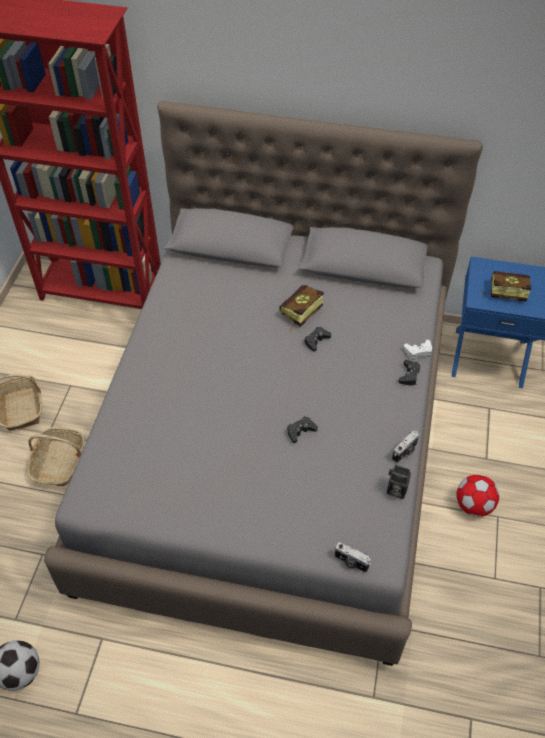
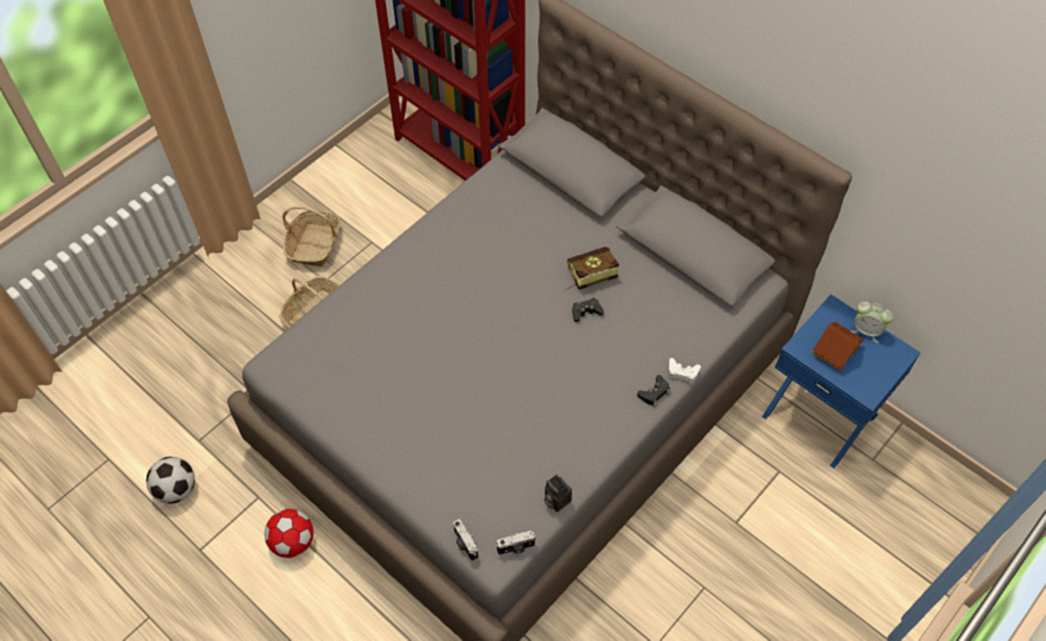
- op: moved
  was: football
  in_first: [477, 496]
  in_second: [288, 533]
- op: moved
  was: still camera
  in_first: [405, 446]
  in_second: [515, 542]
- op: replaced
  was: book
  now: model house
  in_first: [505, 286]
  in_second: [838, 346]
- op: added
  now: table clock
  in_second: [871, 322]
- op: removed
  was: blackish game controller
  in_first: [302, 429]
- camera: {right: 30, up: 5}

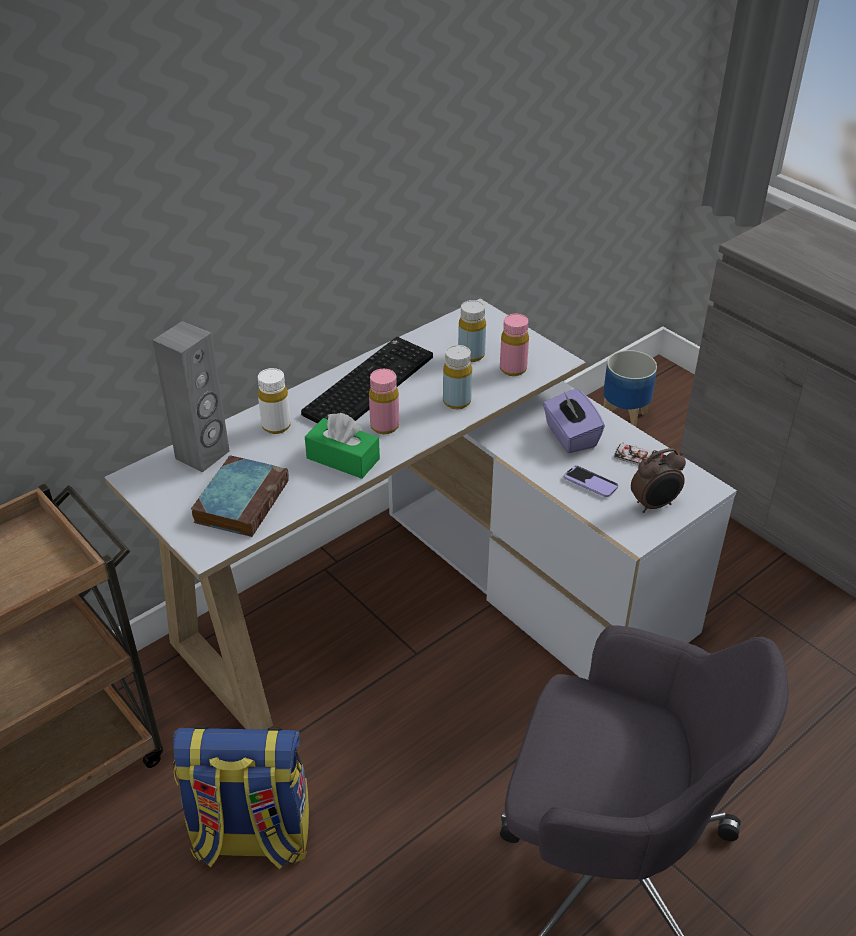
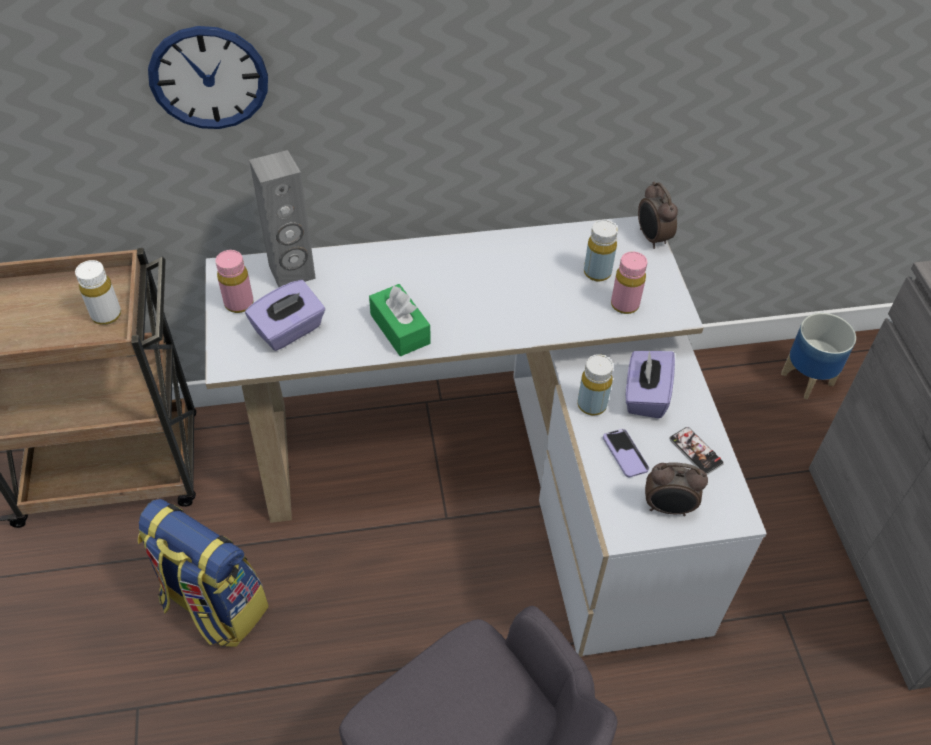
- op: moved
  was: white drink bottle
  in_first: [274, 401]
  in_second: [98, 292]
- op: added
  now: clock on the wall
  in_second: [208, 77]
- op: moved
  was: pinkish drink bottle
  in_first: [384, 401]
  in_second: [235, 281]
- op: replaced
  was: book
  now: purplish box of tissues
  in_first: [240, 496]
  in_second: [285, 315]
- op: moved
  was: yellowish drink bottle
  in_first: [457, 377]
  in_second: [595, 385]
- op: added
  now: table clock
  in_second: [658, 215]
- op: removed
  was: computer keyboard
  in_first: [367, 380]
- camera: {right: 30, up: 10}

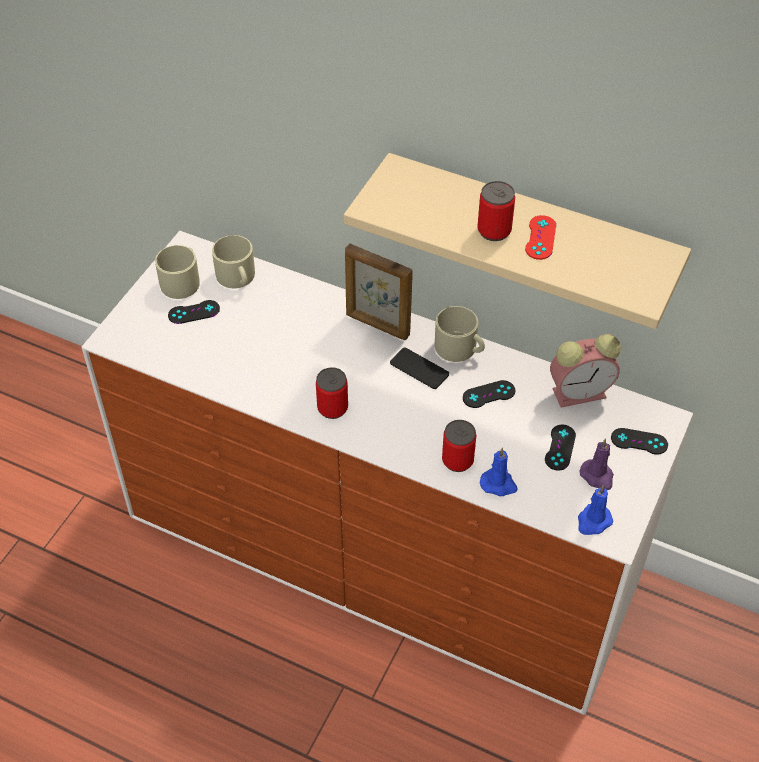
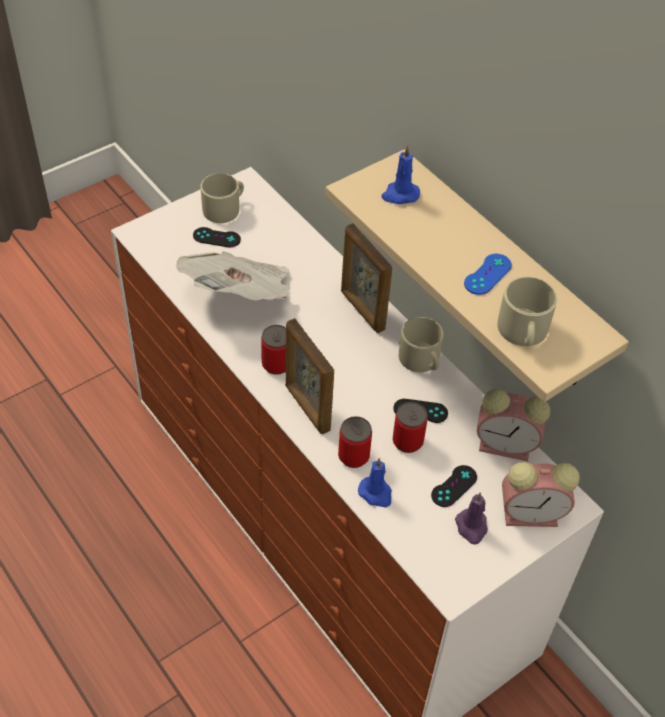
- op: added
  now: newspaper
  in_second: [233, 275]
- op: added
  now: photo frame
  in_second: [309, 376]
- op: moved
  was: bluish candle
  in_first: [595, 510]
  in_second: [400, 174]
- op: moved
  was: sealed can
  in_first: [496, 211]
  in_second: [410, 427]
- op: recoloured
  was: red game controller
  now: bluish game controller
  in_first: [540, 237]
  in_second: [488, 274]
- op: moved
  was: sand-coloured coffee mug
  in_first: [233, 261]
  in_second: [527, 311]
- op: replaced
  was: blackish game controller
  now: table clock
  in_first: [639, 441]
  in_second: [541, 494]
- op: removed
  was: telephone
  in_first: [419, 368]
- camera: {right: 25, up: 0}

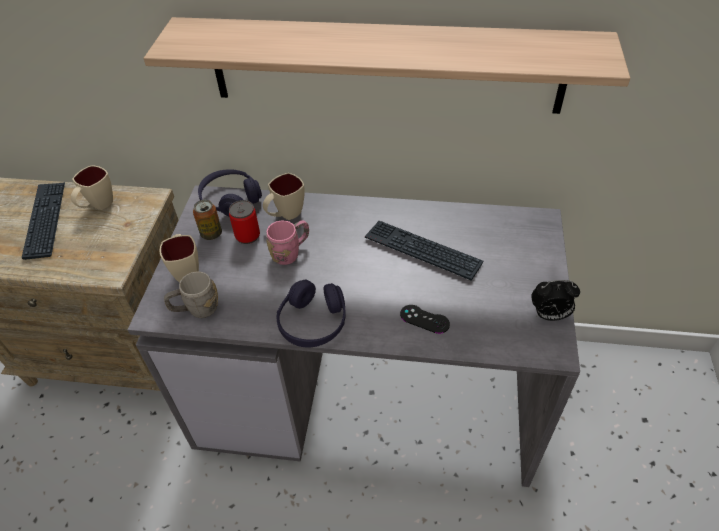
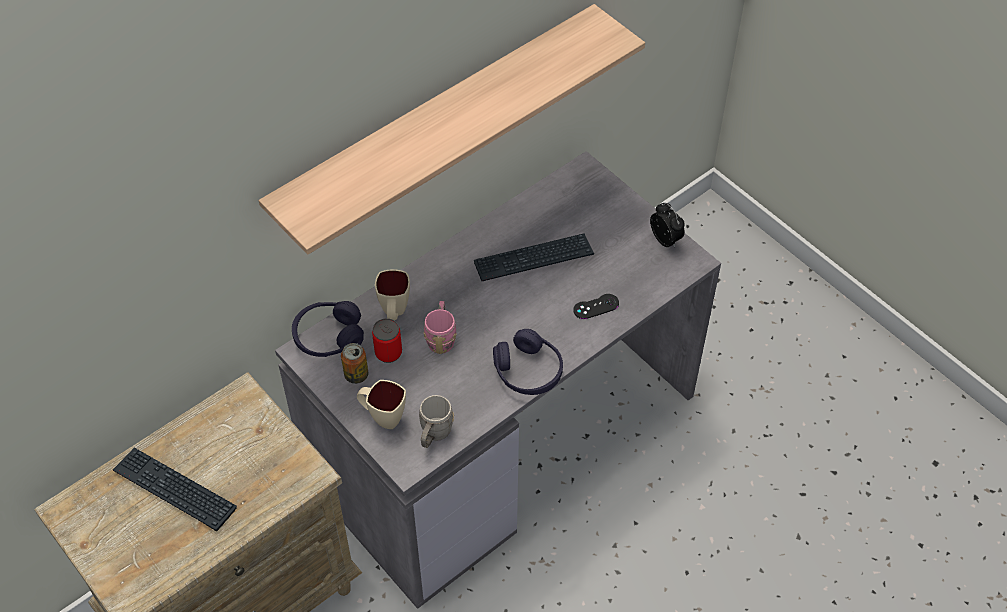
- op: turned
  was: table clock
  in_first: [555, 300]
  in_second: [667, 225]
  clockwise: -75
- op: removed
  was: sand-coloured coffee mug
  in_first: [92, 187]
- camera: {right: -50, up: 5}

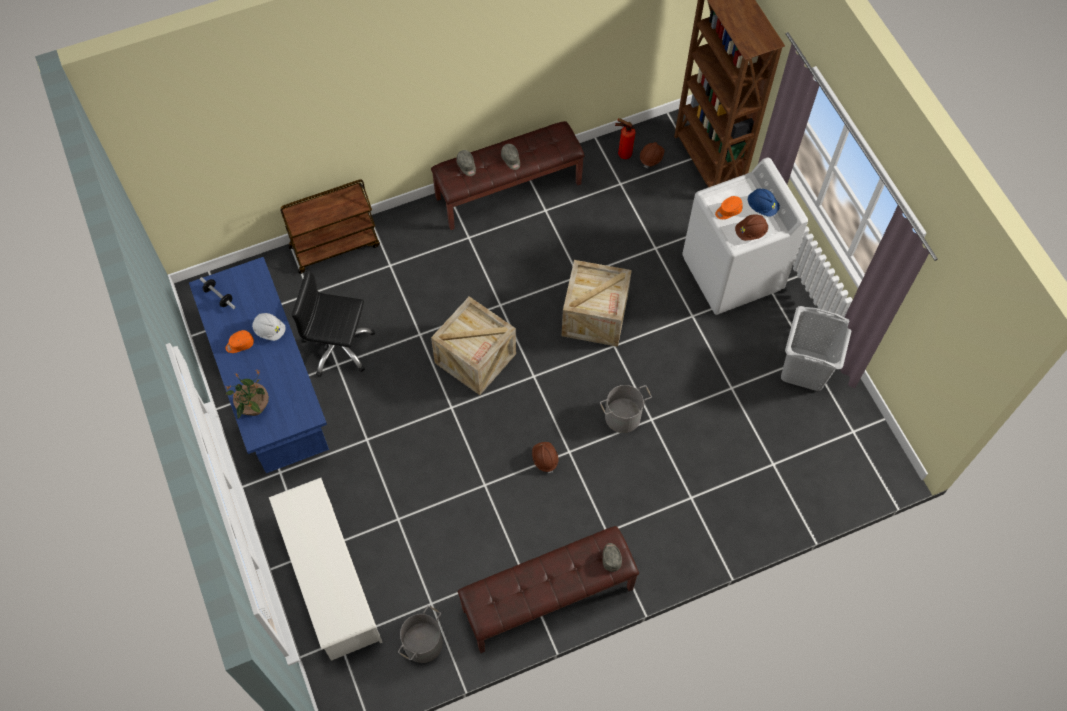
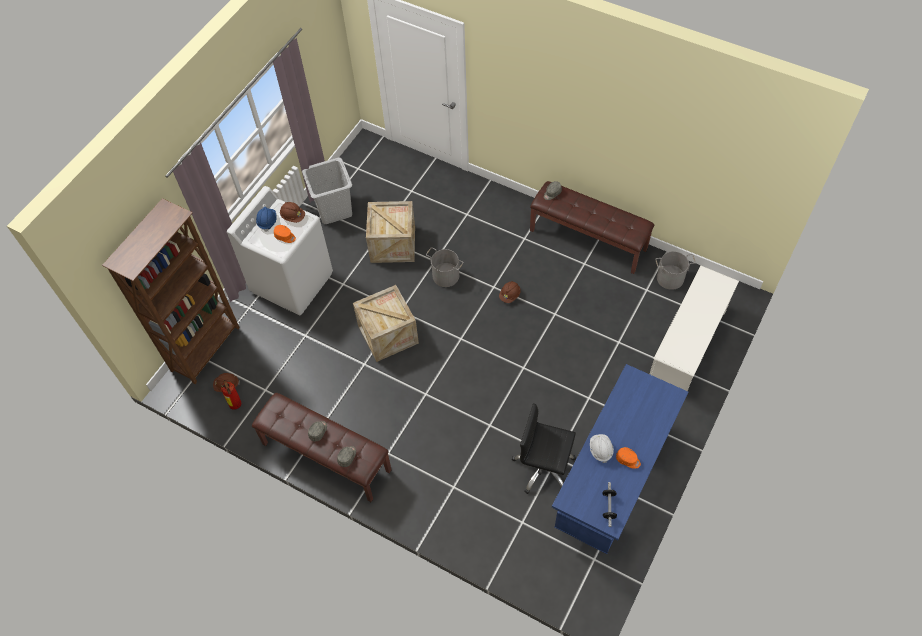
- op: moved
  was: packing crate
  in_first: [473, 345]
  in_second: [390, 232]
- op: turned
  was: blackish desk chair
  in_first: [333, 323]
  in_second: [544, 448]
  clockwise: 135
- op: removed
  was: plant in a pot
  in_first: [247, 394]
- op: removed
  was: brown-coloured cart
  in_first: [330, 226]
- camera: {right: -125, up: -5}

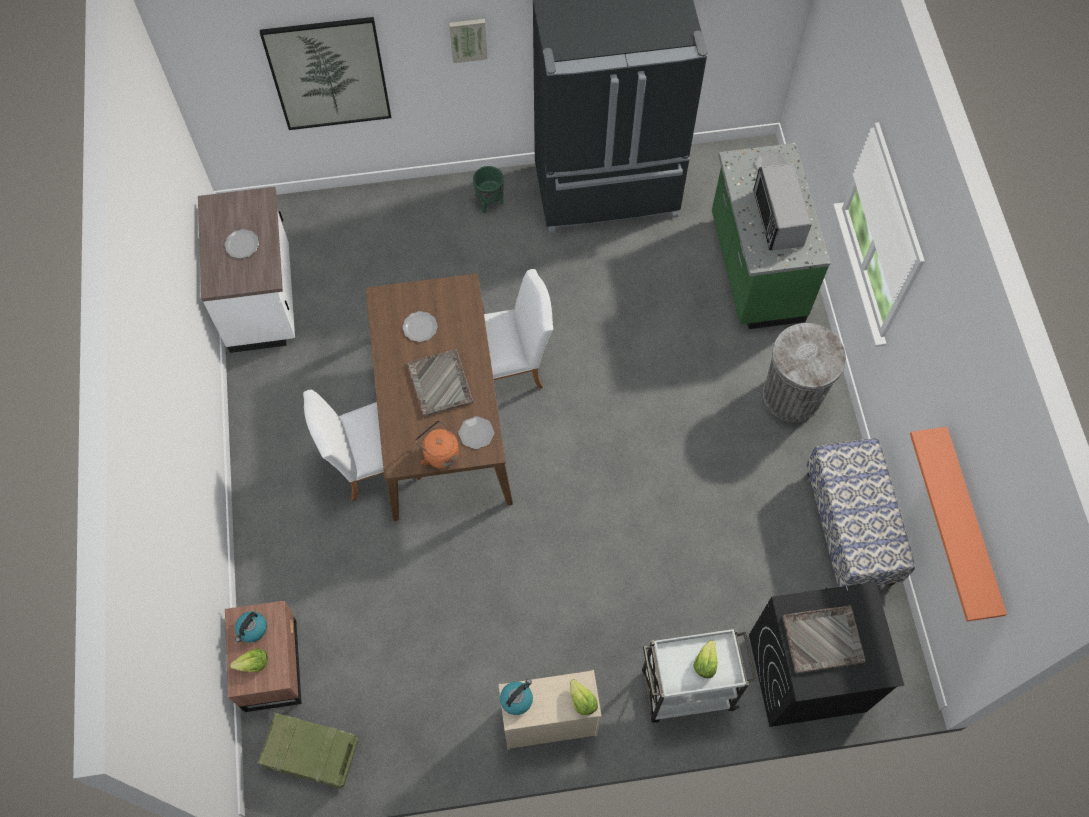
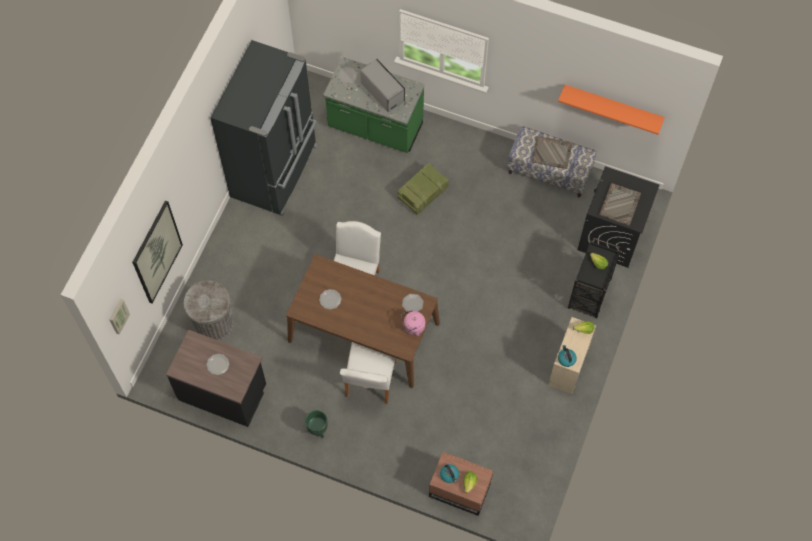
- op: moved
  was: wall picture
  in_first: [468, 41]
  in_second: [119, 317]
- op: recoloured
  was: white kitchen base unit
  now: blackish kitchen base unit
  in_first: [246, 270]
  in_second: [216, 378]
- op: moved
  was: grey waste bin
  in_first: [804, 372]
  in_second: [208, 311]
- op: moved
  was: greenish planter
  in_first: [488, 189]
  in_second: [316, 424]
- op: turned
  was: microwave
  in_first: [782, 206]
  in_second: [382, 85]
  clockwise: -150
- op: moved
  was: packing crate
  in_first: [307, 751]
  in_second: [423, 189]
- op: recoloured
  was: orange kettle
  now: pinkish kettle
  in_first: [437, 444]
  in_second: [413, 323]
- op: moved
  was: grey serving tray
  in_first: [440, 383]
  in_second: [552, 152]
- op: recoloured
  was: white cart
  now: blackish cart
  in_first: [699, 675]
  in_second: [594, 278]
- camera: {right: -60, up: 0}

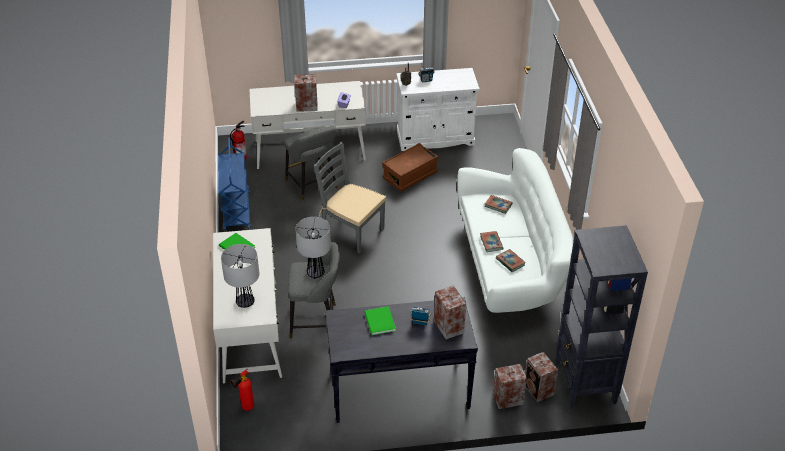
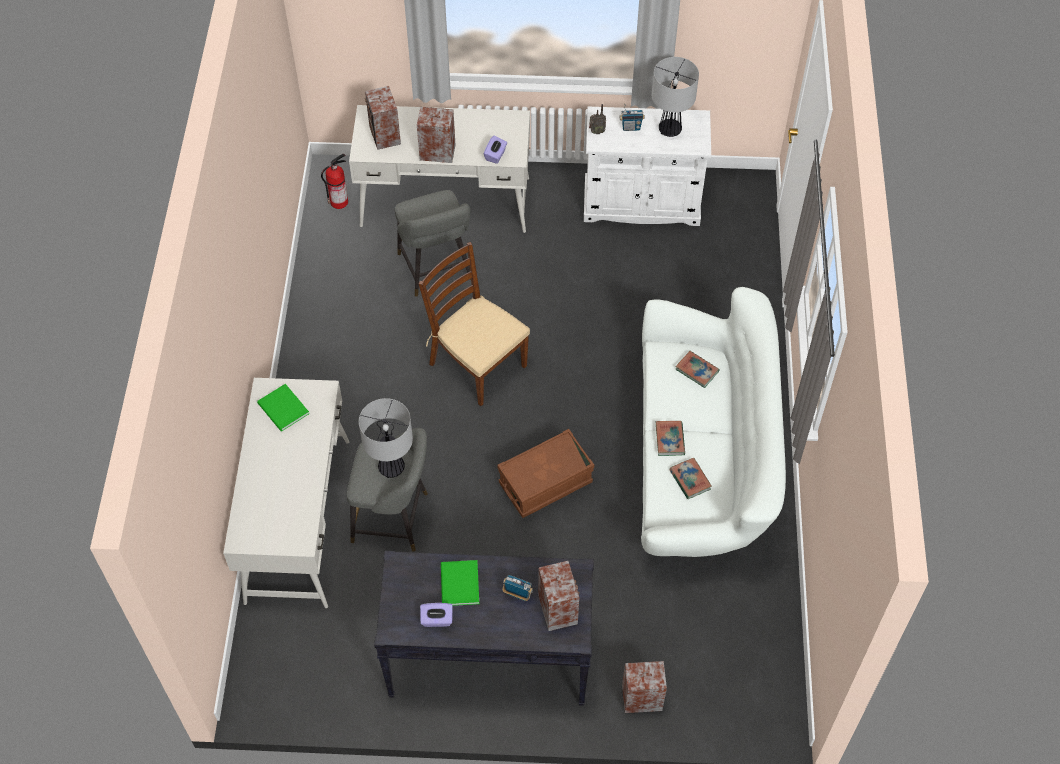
- op: moved
  was: audio speaker
  in_first: [541, 377]
  in_second: [383, 118]
- op: recoloured
  was: grey upright chair
  now: brown-coloured upright chair
  in_first: [350, 198]
  in_second: [474, 324]
- op: added
  now: purplish box of tissues
  in_second: [436, 615]
- op: moved
  was: brown-coloured storage bin
  in_first: [410, 167]
  in_second: [545, 473]
- op: moved
  was: table lamp
  in_first: [240, 276]
  in_second: [675, 97]
- op: removed
  was: bluish cart
  in_first: [234, 185]
- op: removed
  was: fire extinguisher
  in_first: [242, 390]
- op: removed
  was: blackish bookshelf
  in_first: [601, 317]
- camera: {right: 10, up: 15}

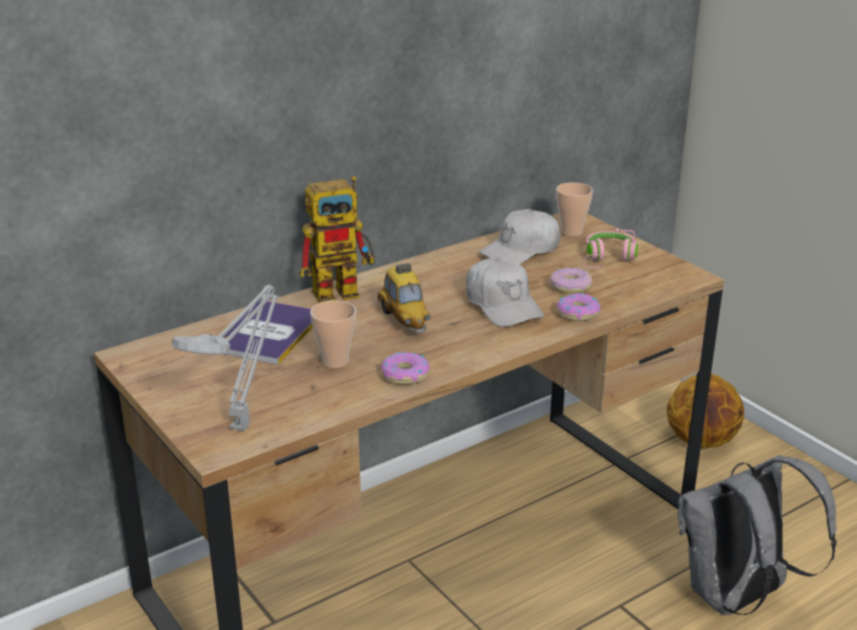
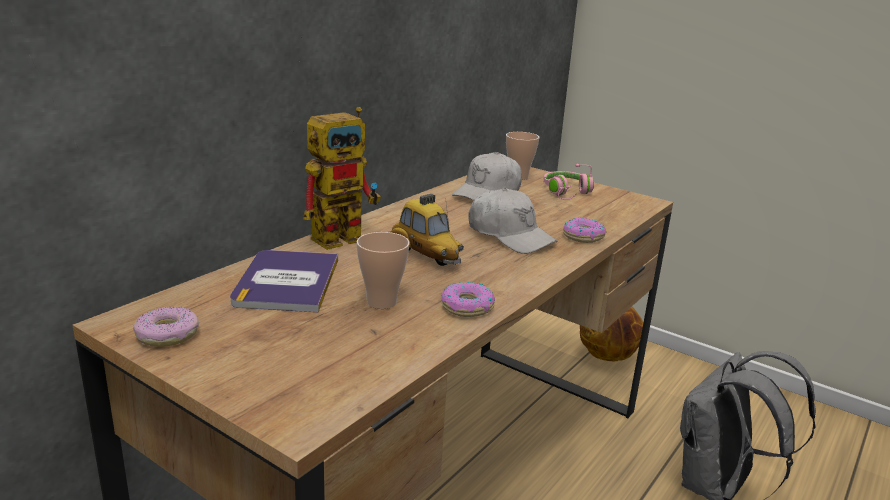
- op: moved
  was: doughnut
  in_first: [571, 281]
  in_second: [166, 327]
- op: removed
  was: grey table lamp
  in_first: [225, 358]
- camera: {right: -20, up: -5}

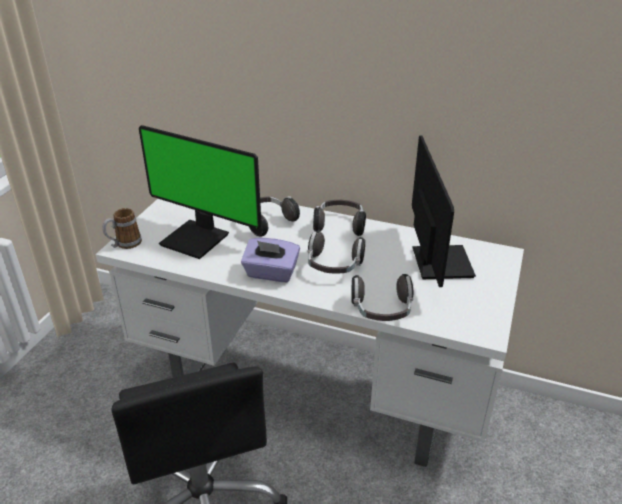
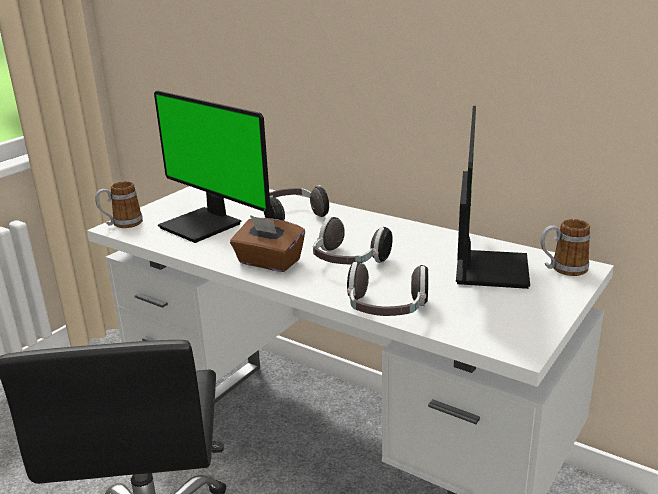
- op: recoloured
  was: purplish box of tissues
  now: brown-coloured box of tissues
  in_first: [270, 260]
  in_second: [267, 243]
- op: added
  now: coffee mug
  in_second: [565, 247]
- op: removed
  was: headphones
  in_first: [339, 218]
- camera: {right: 15, up: -10}

